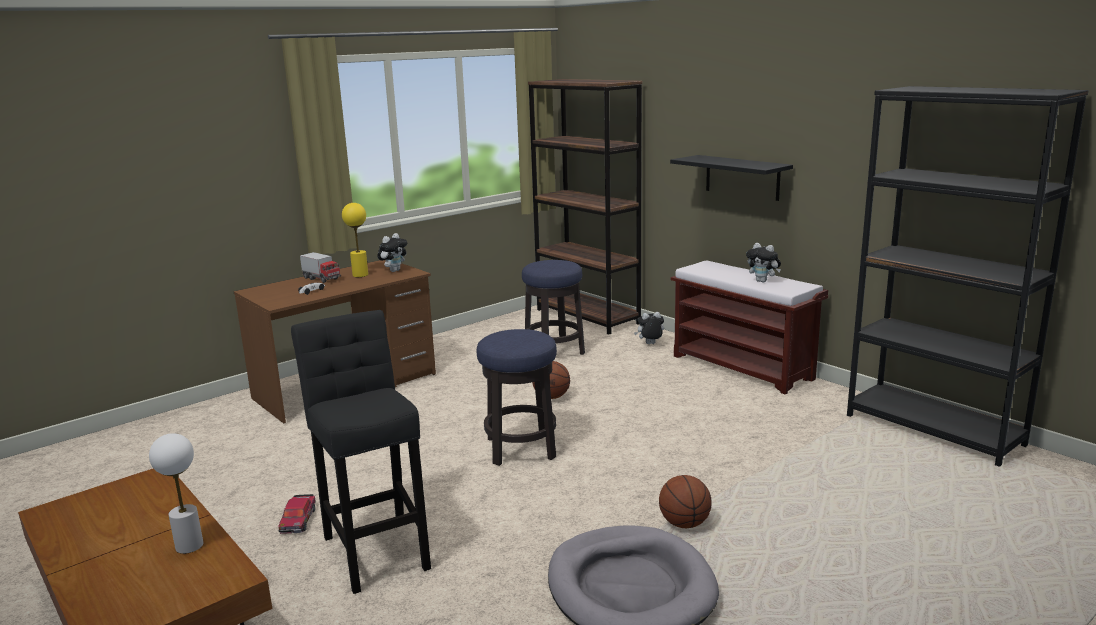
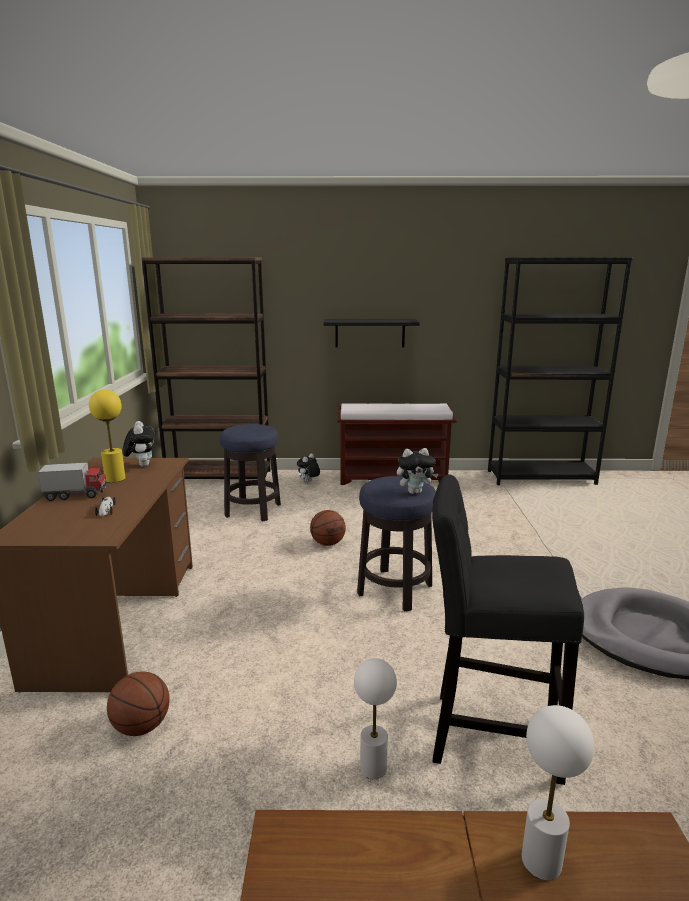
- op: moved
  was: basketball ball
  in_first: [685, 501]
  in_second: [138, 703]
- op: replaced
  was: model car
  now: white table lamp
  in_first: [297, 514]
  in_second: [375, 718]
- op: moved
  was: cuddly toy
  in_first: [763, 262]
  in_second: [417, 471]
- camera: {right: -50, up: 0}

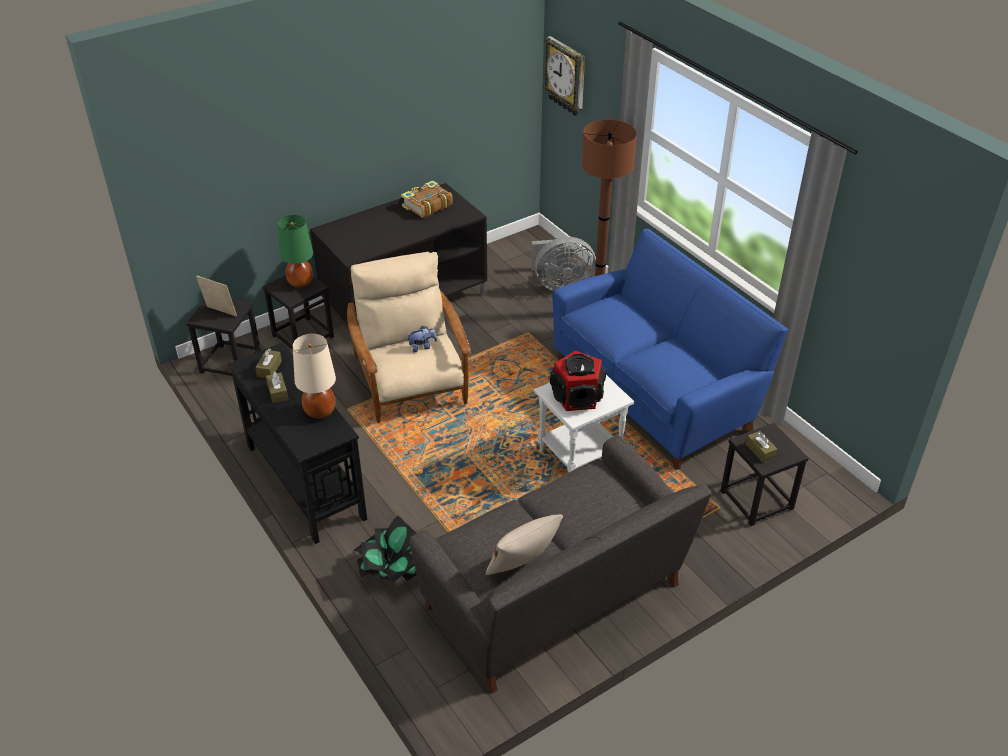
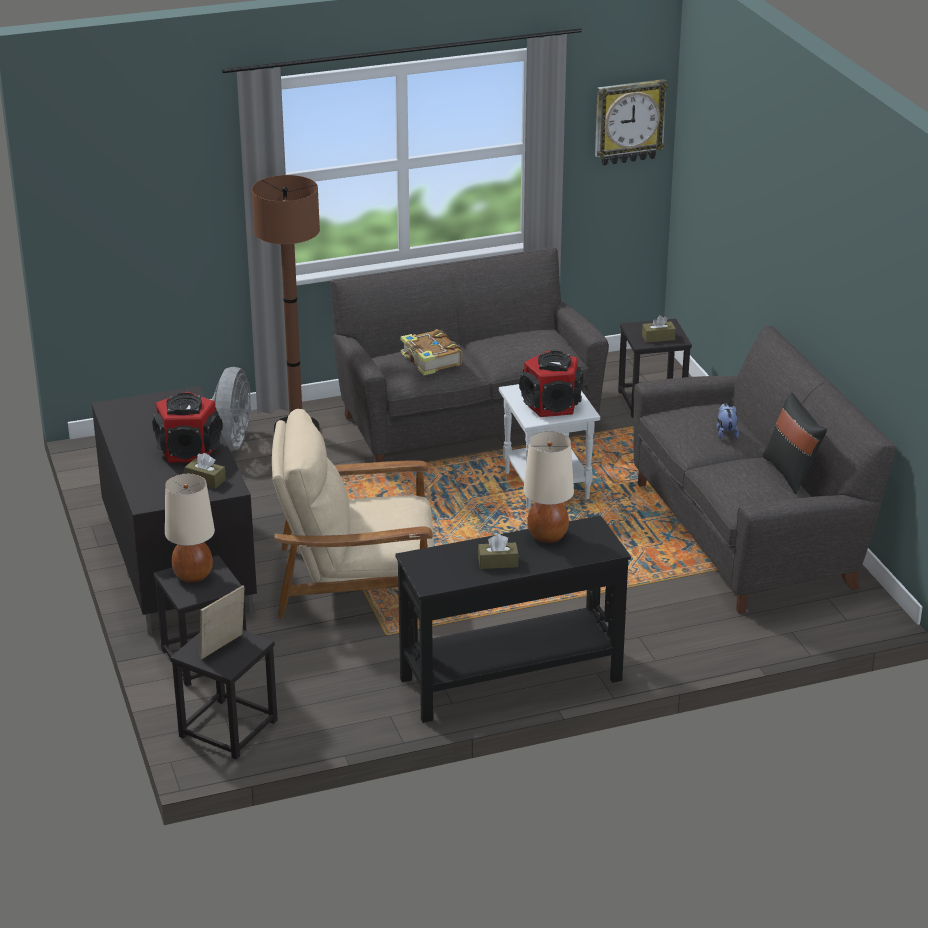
- op: added
  now: audio speaker
  in_second: [187, 427]
- op: recoloured
  was: greenish table lamp
  now: sand-coloured table lamp
  in_first: [295, 251]
  in_second: [190, 528]
- op: moved
  was: brown-coloured box of tissues
  in_first: [268, 363]
  in_second: [205, 471]
- op: recoloured
  was: bluish settee
  now: grey settee
  in_first: [670, 349]
  in_second: [469, 354]
- op: moved
  was: book
  in_first: [427, 199]
  in_second: [431, 352]
- op: moved
  was: clock on the wall
  in_first: [564, 76]
  in_second: [631, 122]
- op: moved
  was: cuddly toy
  in_first: [422, 339]
  in_second: [728, 421]
- op: recoloured
  was: sand-coloured cushion
  now: blackish cushion
  in_first: [524, 544]
  in_second: [795, 443]
- op: removed
  was: plant in a pot
  in_first: [385, 549]
- camera: {right: -75, up: -10}

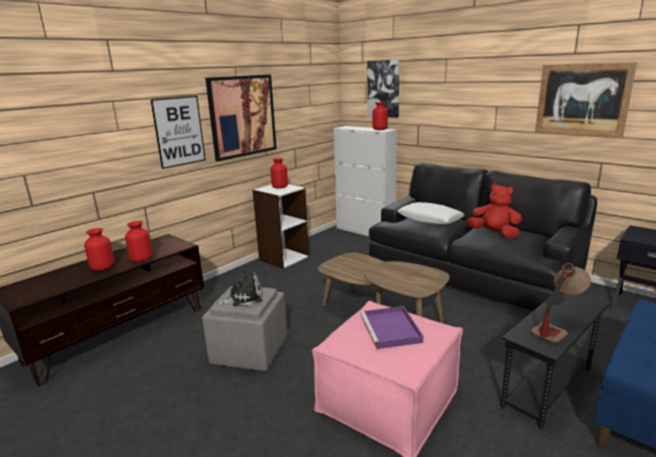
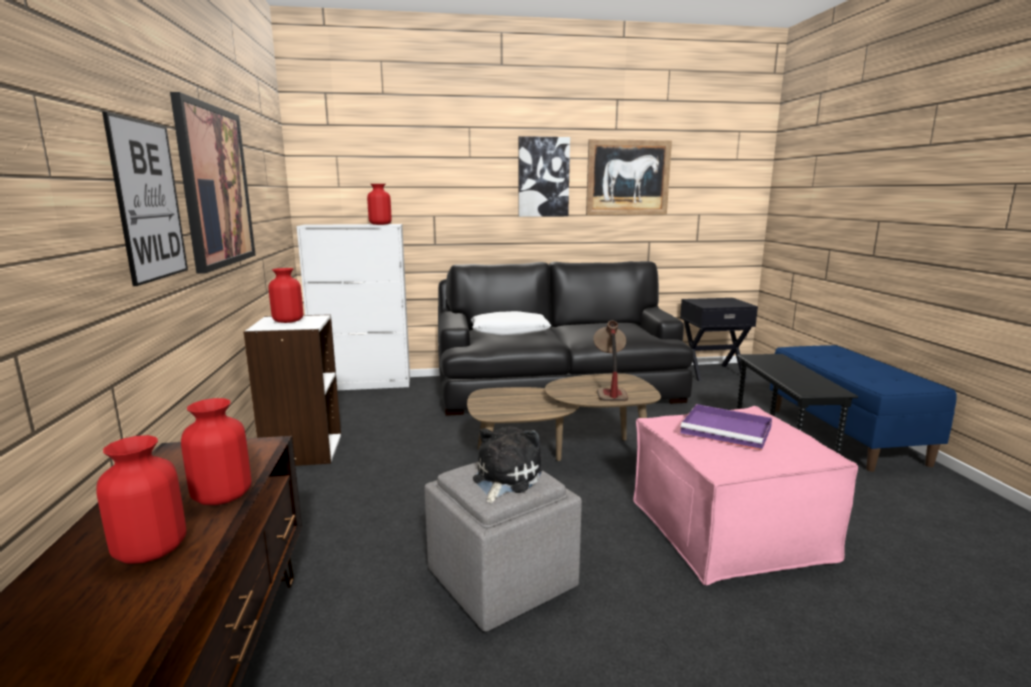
- op: moved
  was: wall picture
  in_first: [383, 89]
  in_second: [544, 176]
- op: moved
  was: table lamp
  in_first: [561, 303]
  in_second: [610, 360]
- op: removed
  was: red cuddly toy
  in_first: [494, 210]
- camera: {right: -50, up: -5}

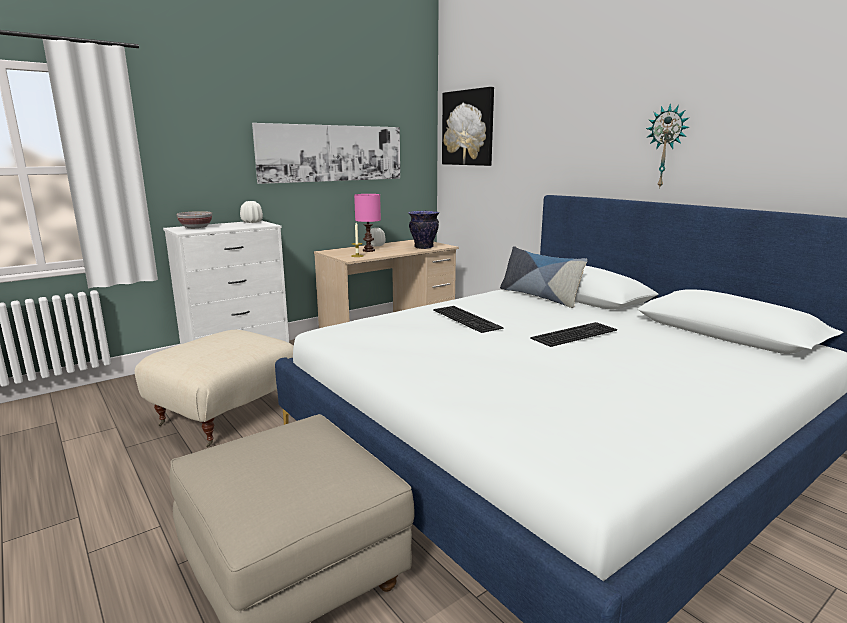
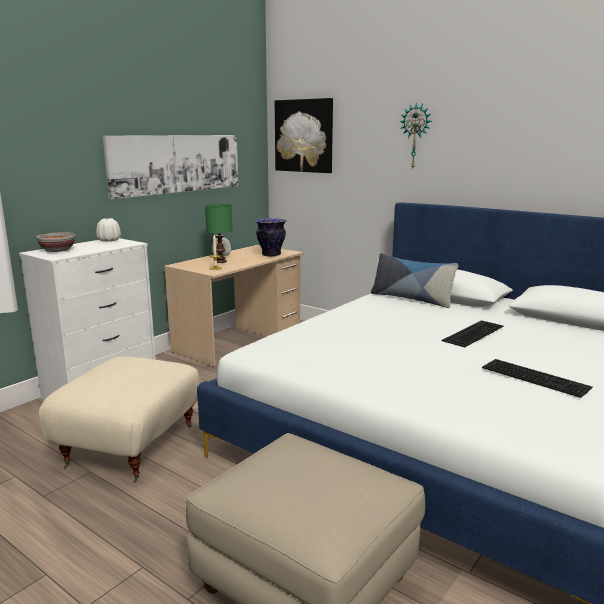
- op: recoloured
  was: pinkish table lamp
  now: greenish table lamp
  in_first: [367, 223]
  in_second: [218, 233]
- op: moved
  was: clock on the wall
  in_first: [667, 146]
  in_second: [415, 135]
- op: moved
  was: computer keyboard
  in_first: [468, 319]
  in_second: [537, 378]
- camera: {right: -15, up: 0}

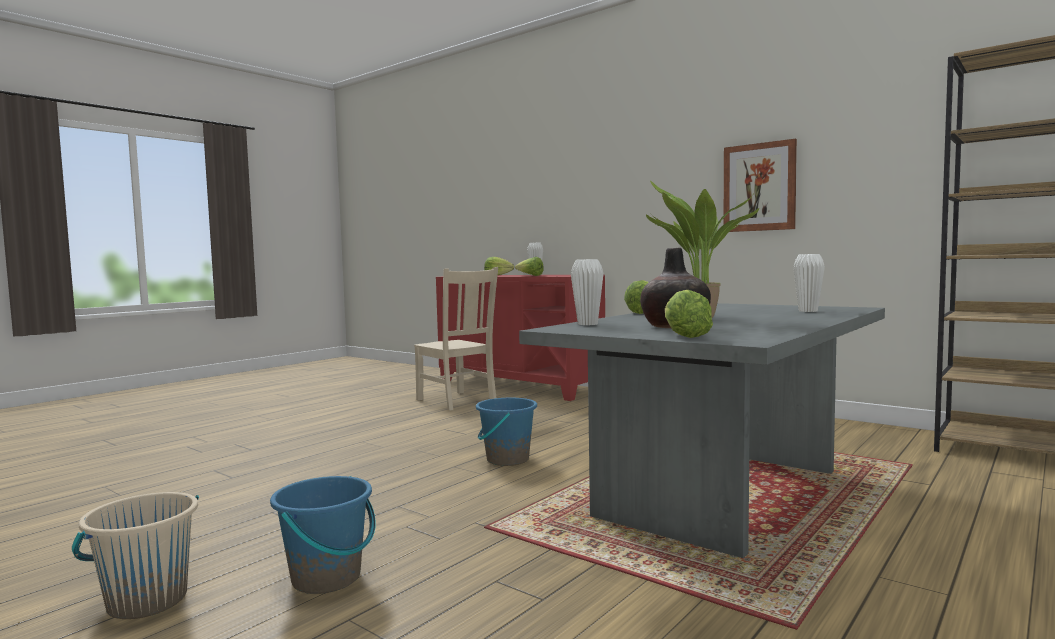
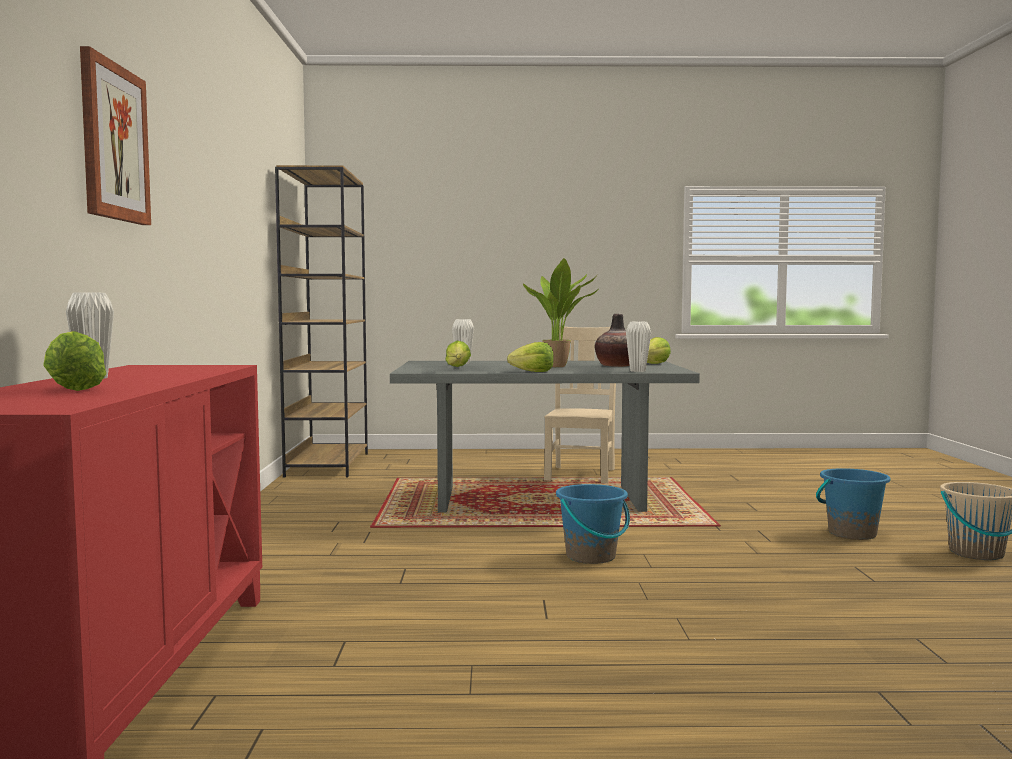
- op: moved
  was: wall picture
  in_first: [760, 185]
  in_second: [115, 135]
- op: moved
  was: lettuce head
  in_first: [529, 266]
  in_second: [458, 354]
- op: moved
  was: sand-coloured upright chair
  in_first: [456, 339]
  in_second: [580, 404]
- camera: {right: -130, up: 0}

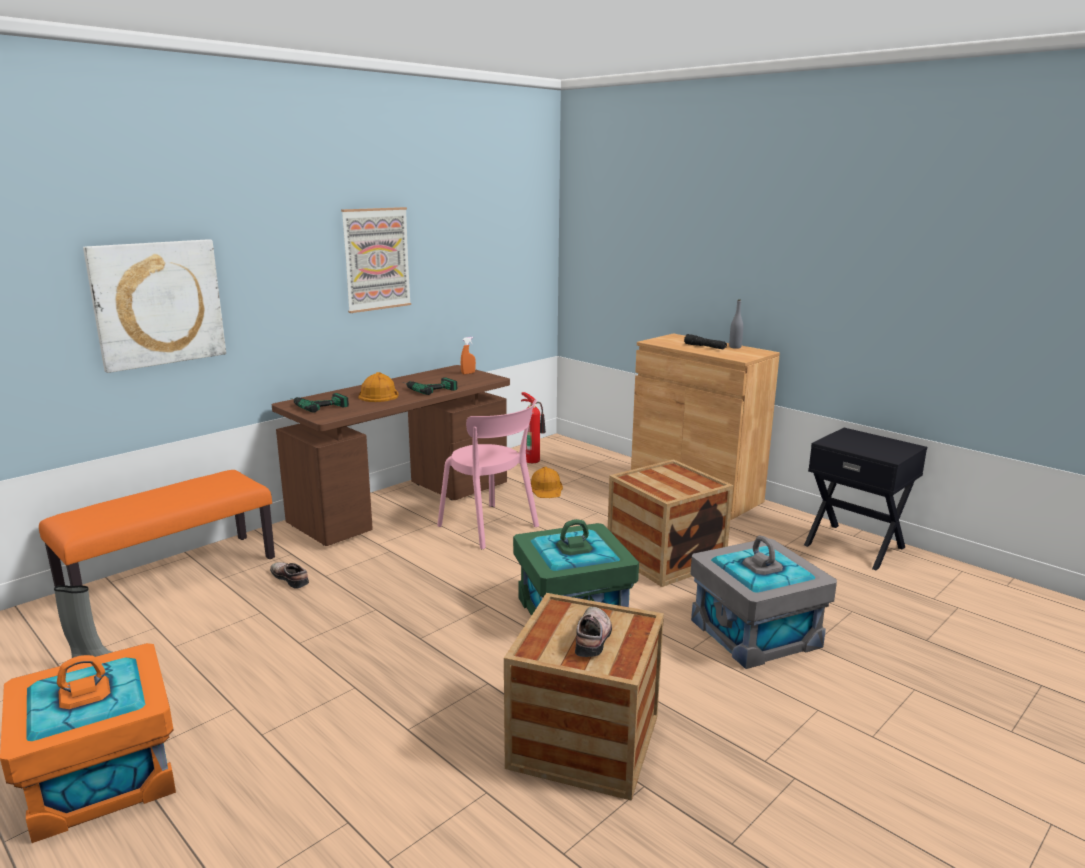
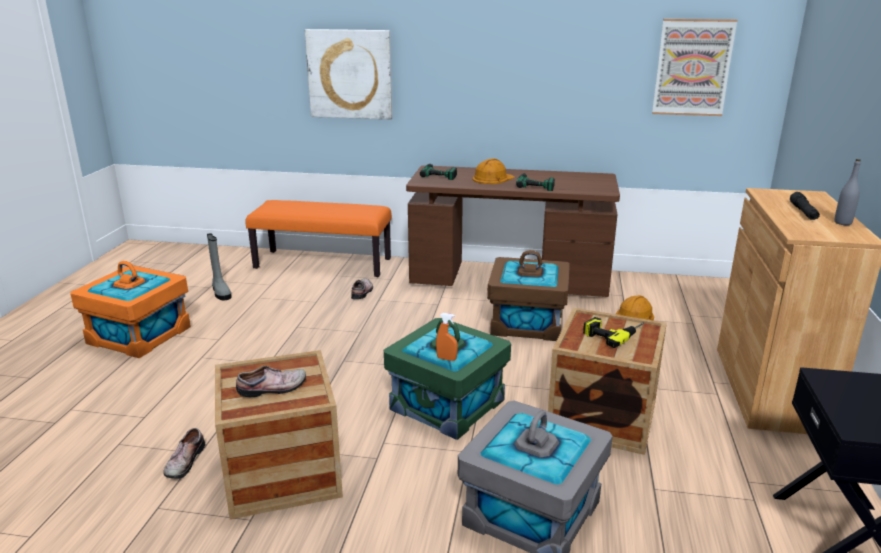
- op: added
  now: shoe
  in_second: [184, 453]
- op: moved
  was: orange spray bottle
  in_first: [468, 355]
  in_second: [447, 337]
- op: replaced
  was: pinkish upright chair
  now: brown-coloured storage bin
  in_first: [488, 474]
  in_second: [528, 295]
- op: added
  now: power drill
  in_second: [613, 332]
- op: moved
  was: wall picture
  in_first: [376, 260]
  in_second: [694, 67]
- op: removed
  was: fire extinguisher
  in_first: [533, 427]
- camera: {right: 55, up: 5}

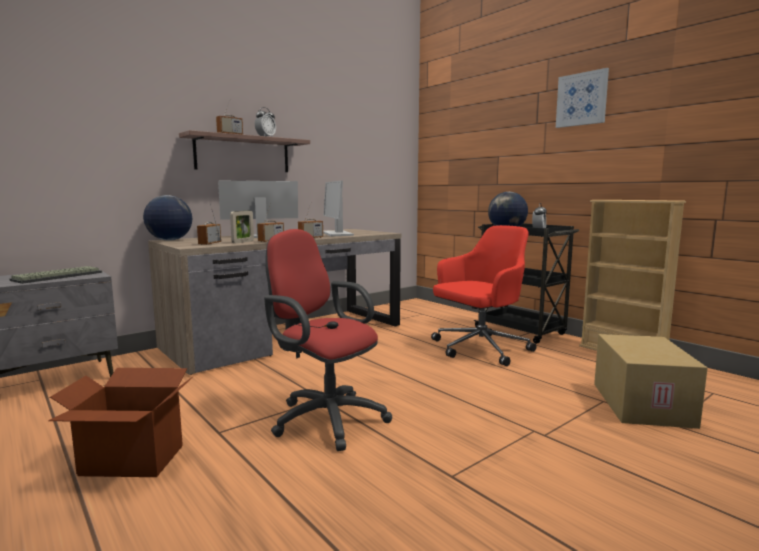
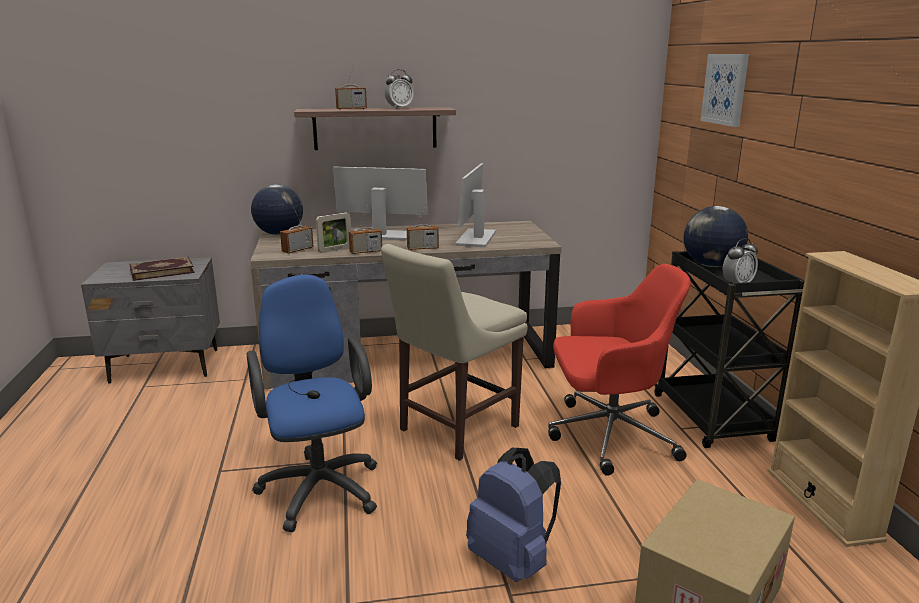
- op: replaced
  was: computer keyboard
  now: book
  in_first: [56, 275]
  in_second: [161, 269]
- op: recoloured
  was: red desk chair
  now: bluish desk chair
  in_first: [328, 340]
  in_second: [312, 403]
- op: added
  now: sand-coloured upright chair
  in_second: [454, 352]
- op: added
  now: bluish backpack
  in_second: [513, 515]
- op: moved
  was: wall picture
  in_first: [582, 98]
  in_second: [724, 90]
- op: removed
  was: carton
  in_first: [120, 422]
- camera: {right: 30, up: 10}

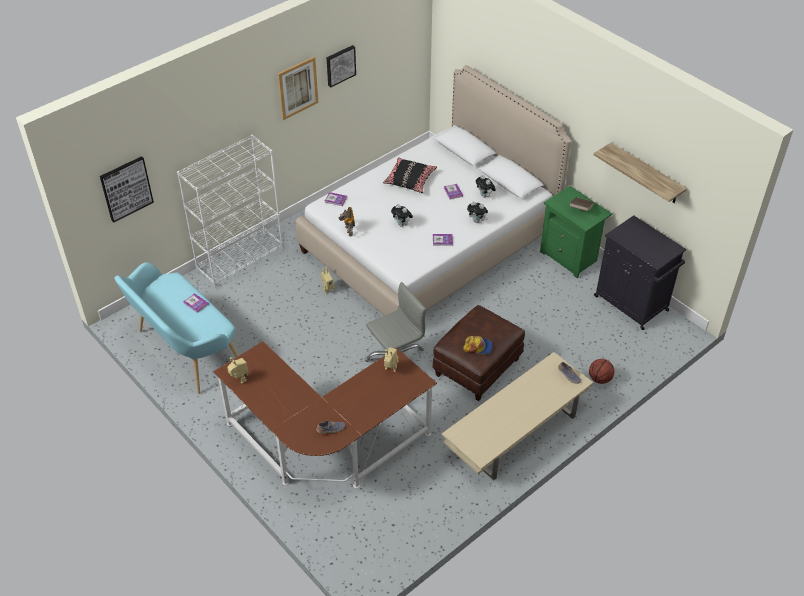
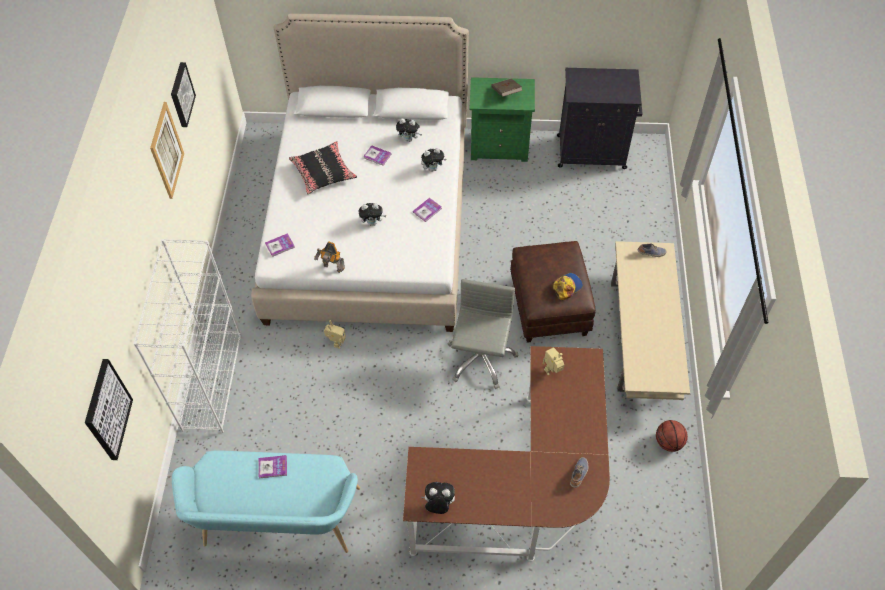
- op: replaced
  was: robot figure
  now: cuddly toy
  in_first: [237, 370]
  in_second: [438, 498]
- op: moved
  was: basketball ball
  in_first: [601, 371]
  in_second: [672, 436]
- op: removed
  was: wall shelf
  in_first: [640, 172]
- camera: {right: -45, up: 10}

